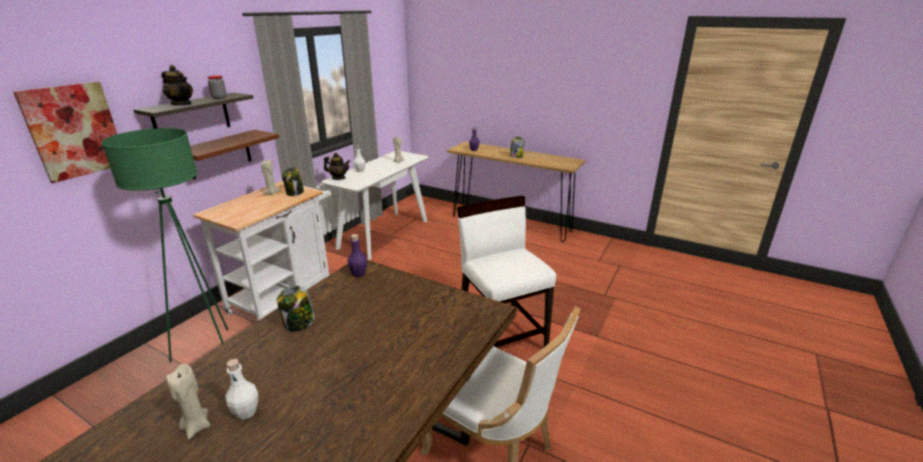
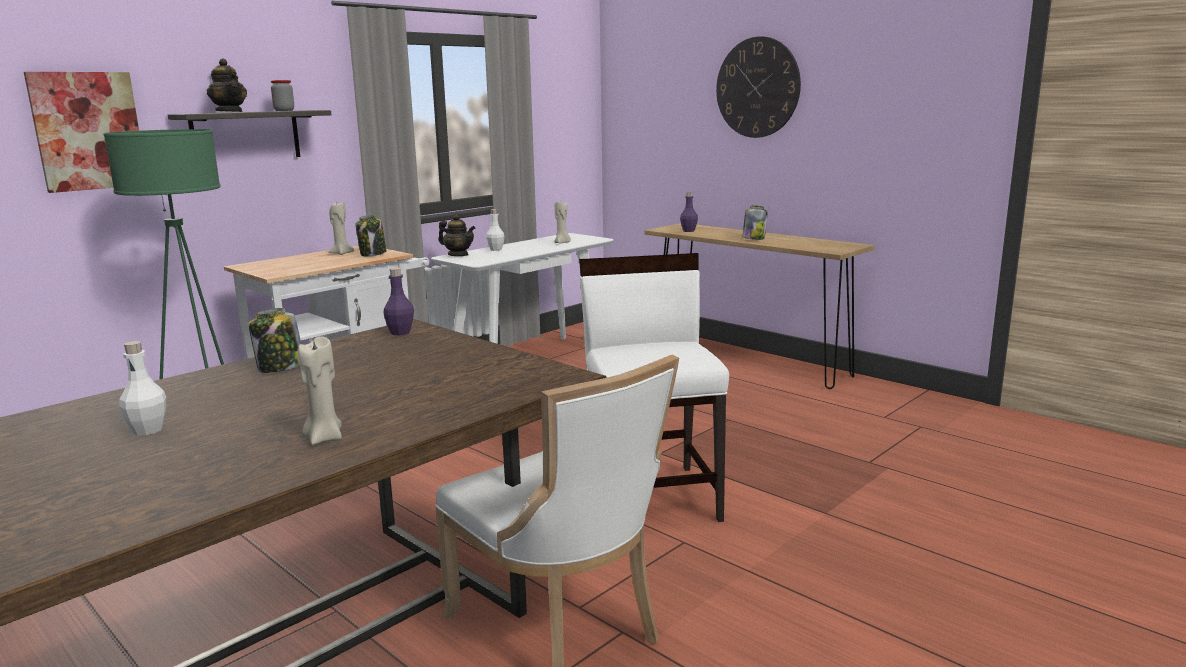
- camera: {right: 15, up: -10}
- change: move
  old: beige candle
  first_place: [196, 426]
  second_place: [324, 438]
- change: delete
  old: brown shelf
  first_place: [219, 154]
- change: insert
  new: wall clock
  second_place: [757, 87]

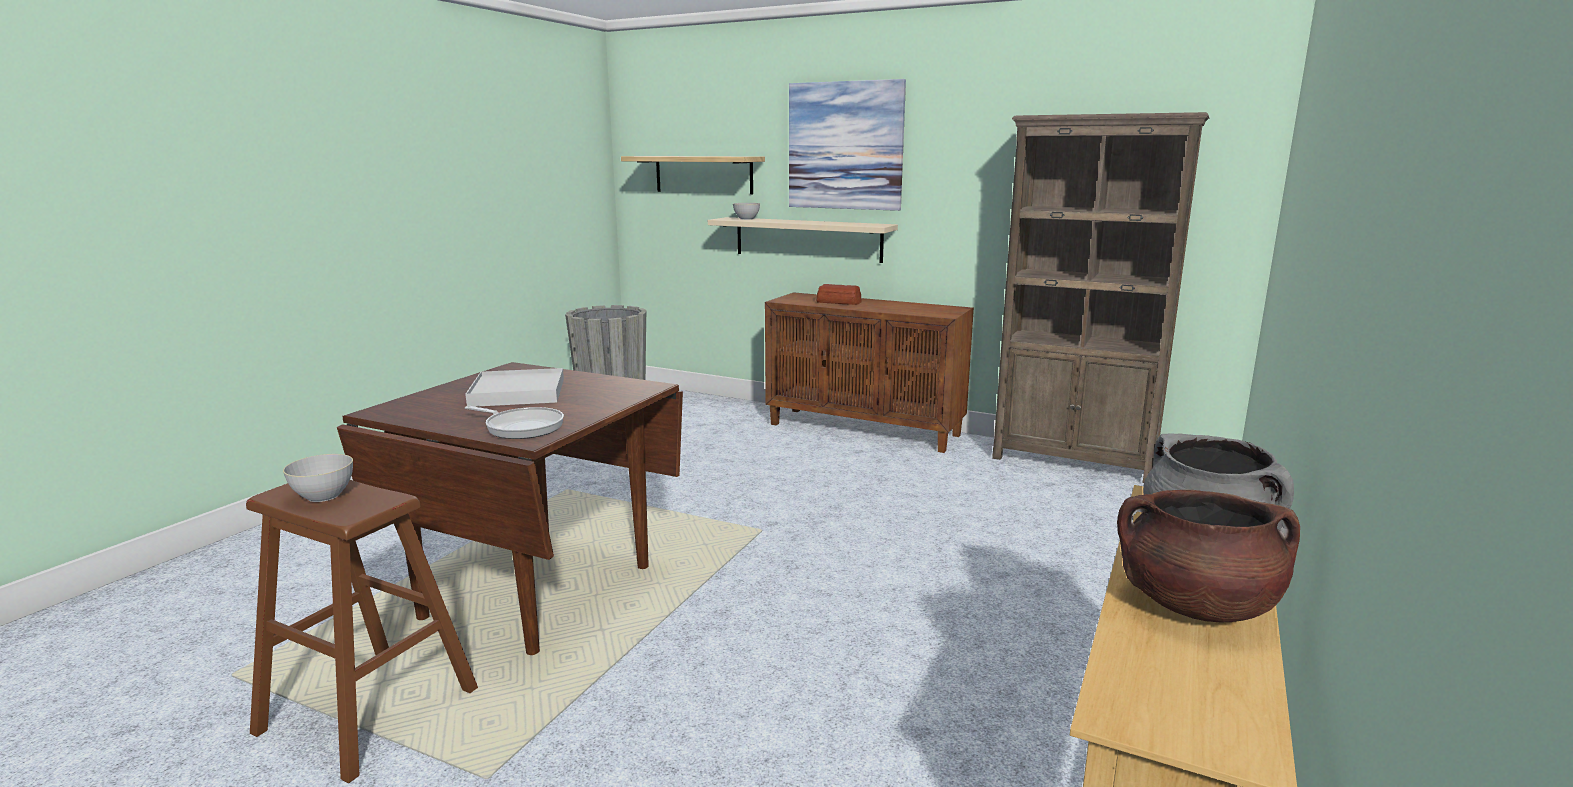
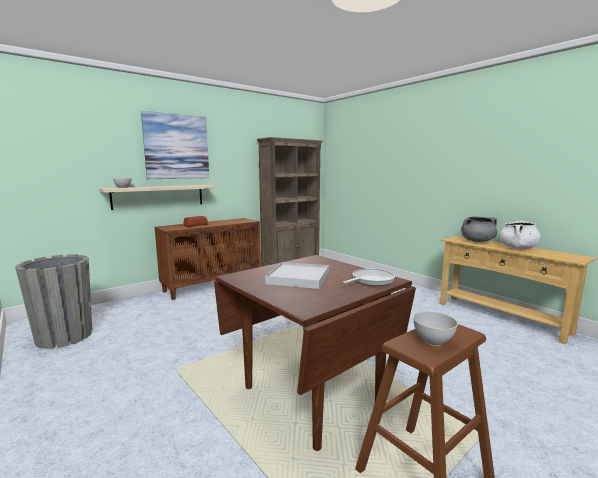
- camera: {right: -65, up: -5}
- change: delete
  old: shelf
  first_place: [703, 174]
- change: recolor
  old: brown cooking pot
  new: white cooking pot
  first_place: [1195, 605]
  second_place: [517, 248]

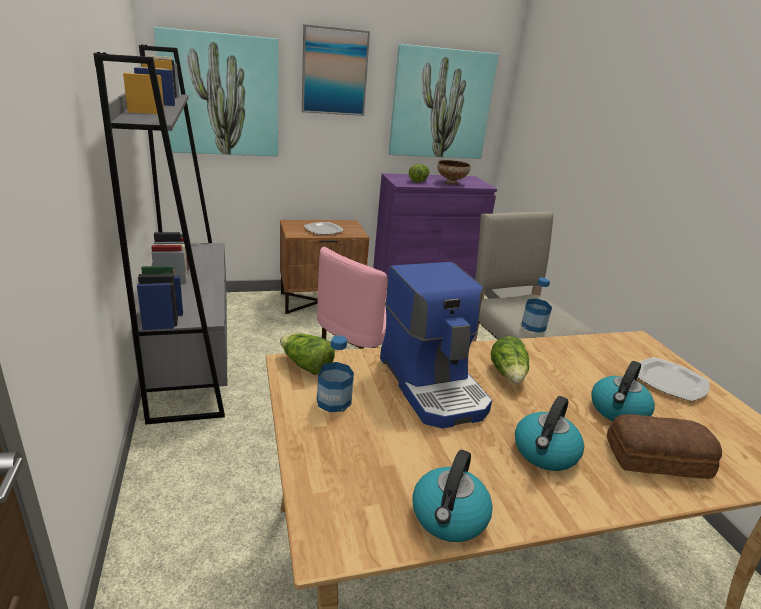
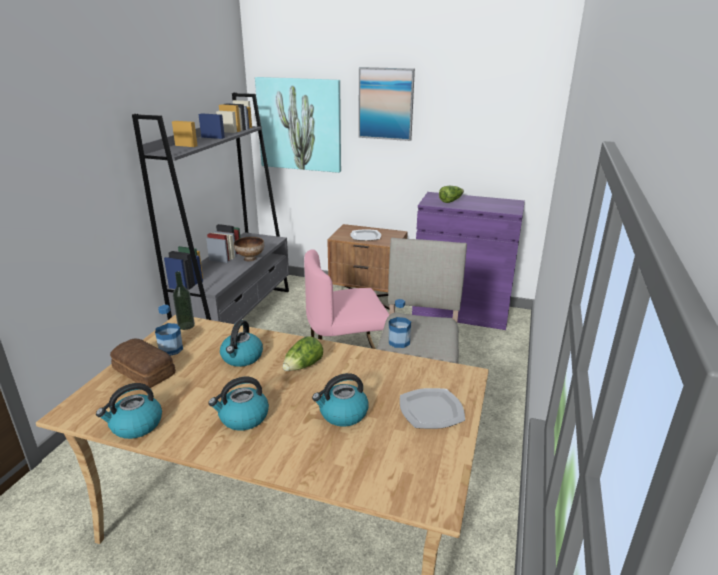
- camera: {right: 35, up: 0}
- change: replace
  old: lettuce
  new: bottle
  first_place: [306, 366]
  second_place: [186, 325]
- change: replace
  old: coffee machine
  new: kettle
  first_place: [434, 385]
  second_place: [242, 358]
- change: delete
  old: picture
  first_place: [441, 104]
- change: move
  old: bowl
  first_place: [451, 183]
  second_place: [250, 258]
- change: move
  old: bread
  first_place: [659, 459]
  second_place: [144, 372]

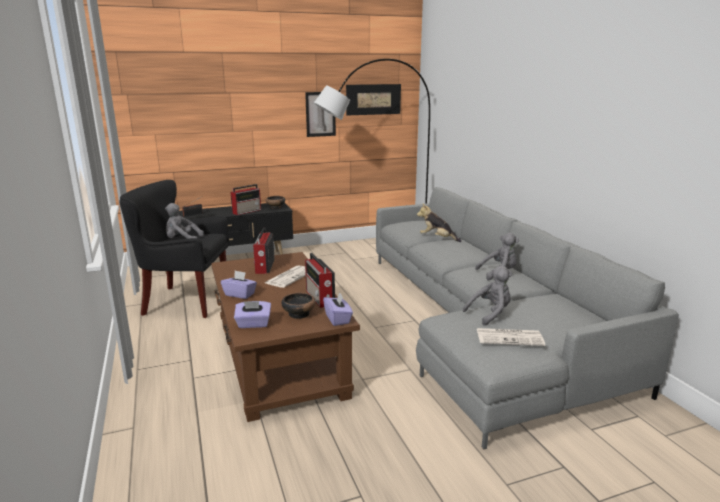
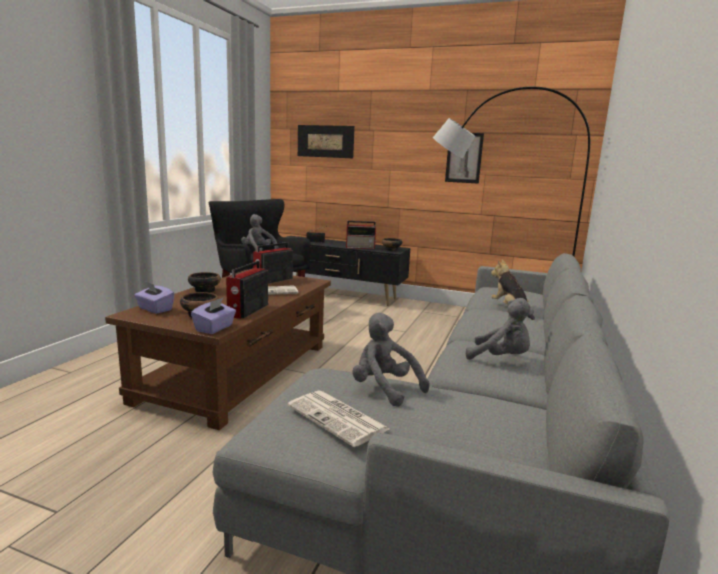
- camera: {right: 40, up: -5}
- change: replace
  old: purple tissue box
  new: bowl
  first_place: [240, 294]
  second_place: [204, 290]
- change: move
  old: picture
  first_place: [373, 99]
  second_place: [325, 141]
- change: rotate
  old: grey plush toy
  first_place: [490, 314]
  second_place: [384, 389]
  degrees: -150

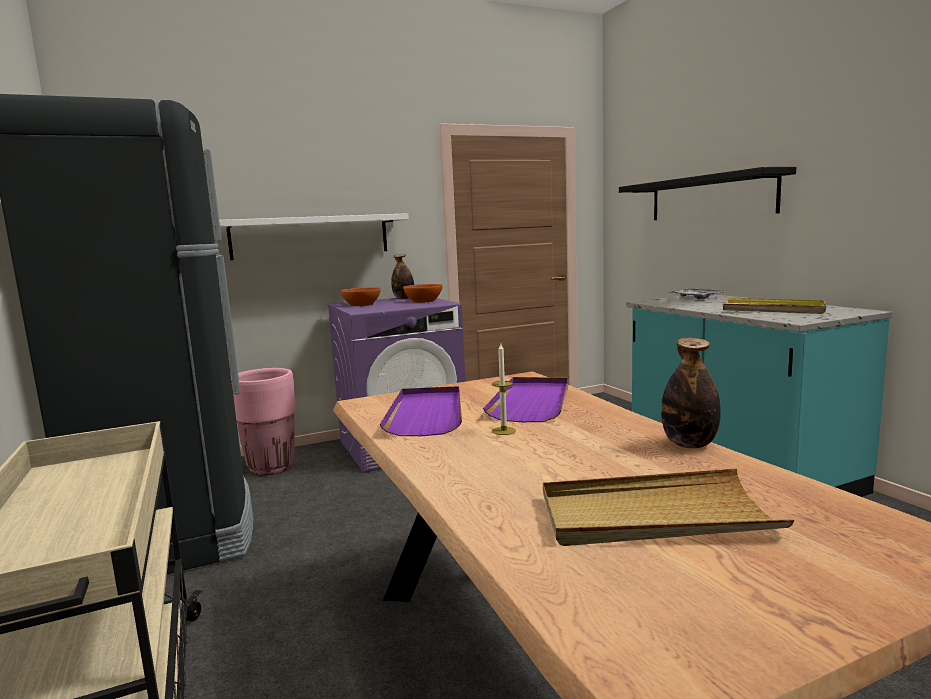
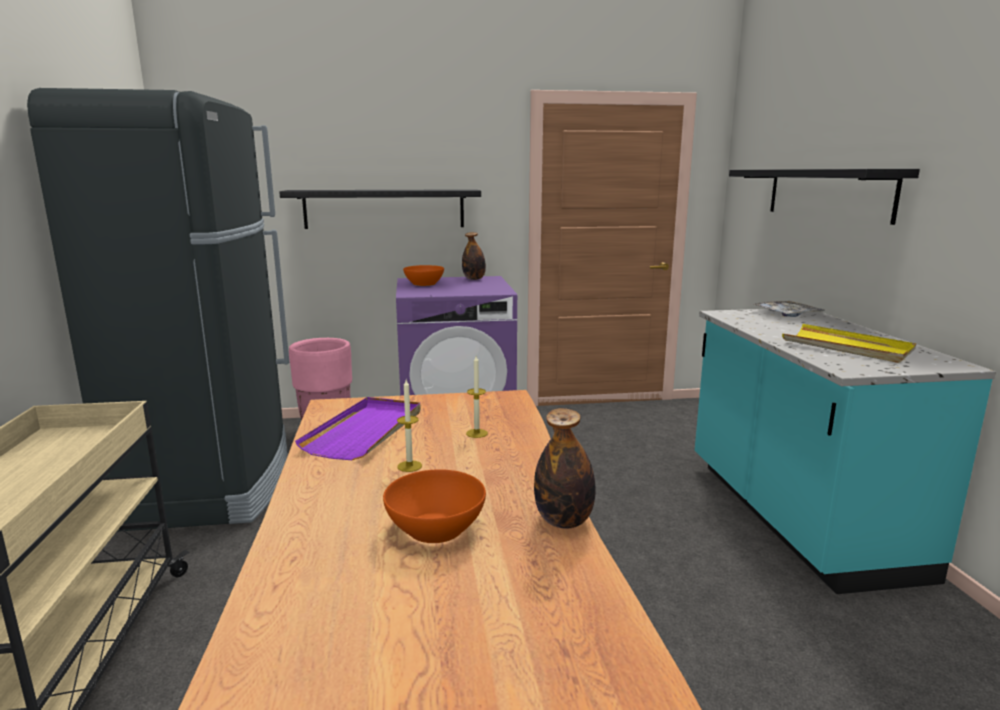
- camera: {right: 15, up: 5}
- change: recolor
  old: white shelf
  new: black shelf
  first_place: [310, 236]
  second_place: [384, 209]
- change: move
  old: orange bowl
  first_place: [423, 301]
  second_place: [436, 527]
- change: replace
  old: purple tray
  new: candle
  first_place: [532, 402]
  second_place: [476, 433]
- change: delete
  old: beige tray
  first_place: [654, 515]

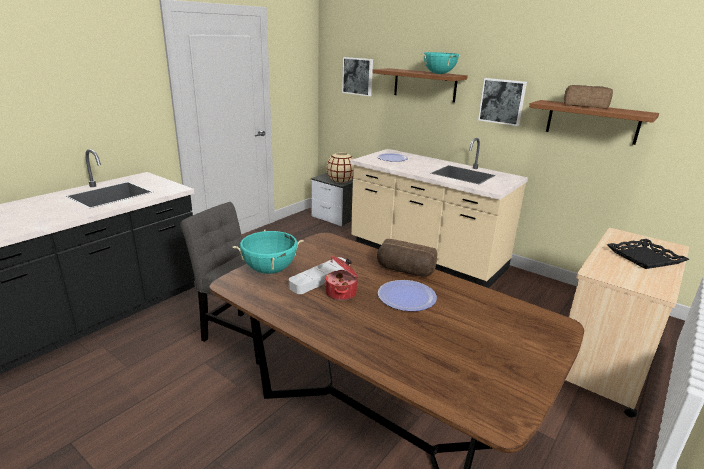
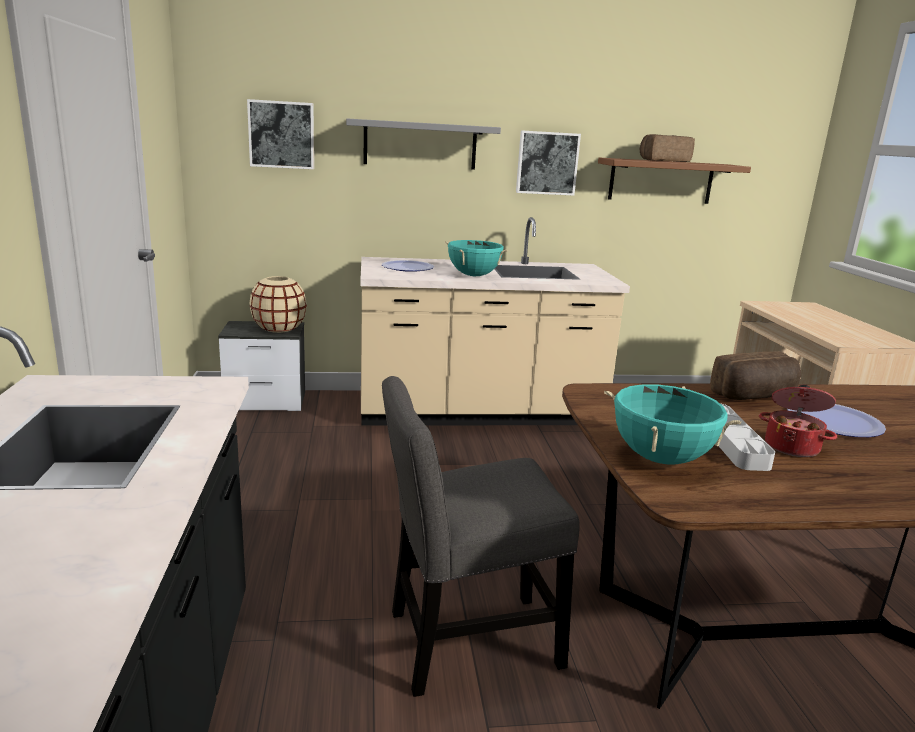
- camera: {right: -45, up: -5}
- change: recolor
  old: brown shelf
  new: grey shelf
  first_place: [424, 85]
  second_place: [420, 145]
- change: move
  old: turquoise cooking pot
  first_place: [439, 74]
  second_place: [473, 275]
- change: delete
  old: black tray
  first_place: [644, 257]

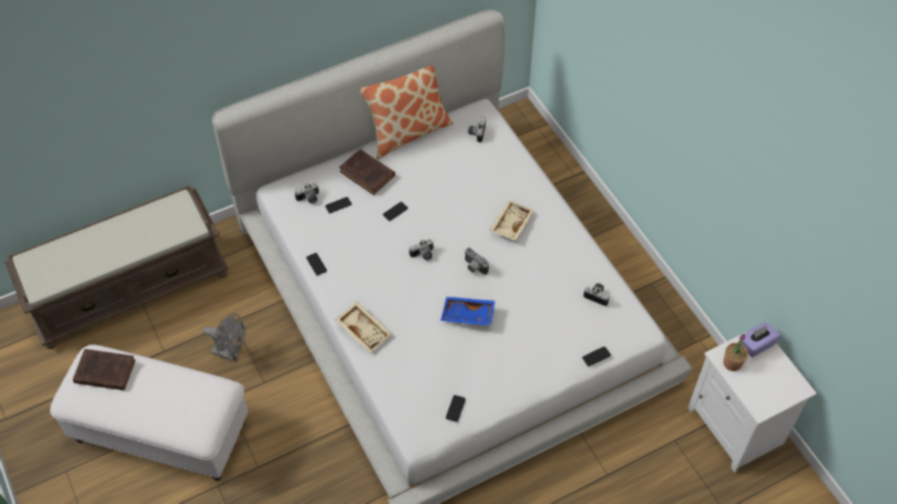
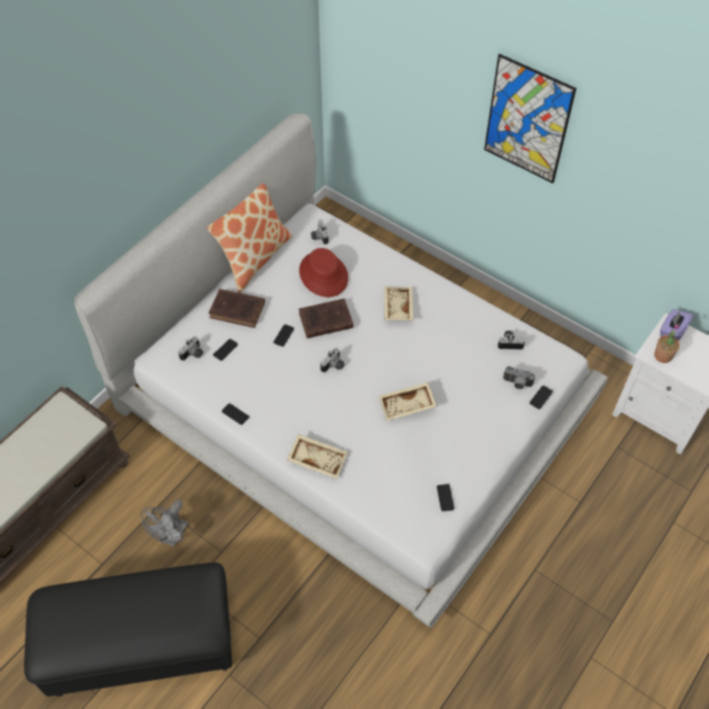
- camera: {right: -25, up: 0}
- change: recolor
  old: white ottoman
  new: black ottoman
  first_place: [160, 432]
  second_place: [141, 648]
- change: move
  old: brown book
  first_place: [103, 371]
  second_place: [324, 321]
- change: rotate
  old: grey fan
  first_place: [230, 352]
  second_place: [172, 537]
  degrees: 120
- change: recolor
  old: blue tray
  new: beige tray
  first_place: [467, 315]
  second_place: [407, 406]
- change: move
  old: photo camera
  first_place: [474, 267]
  second_place: [517, 384]
- change: insert
  new: red hat
  second_place: [324, 274]
- change: insert
  new: picture
  second_place: [527, 120]

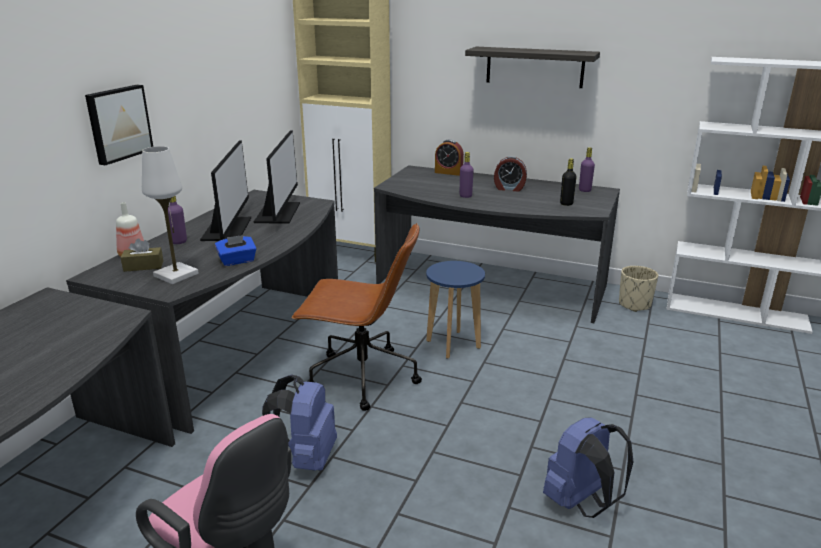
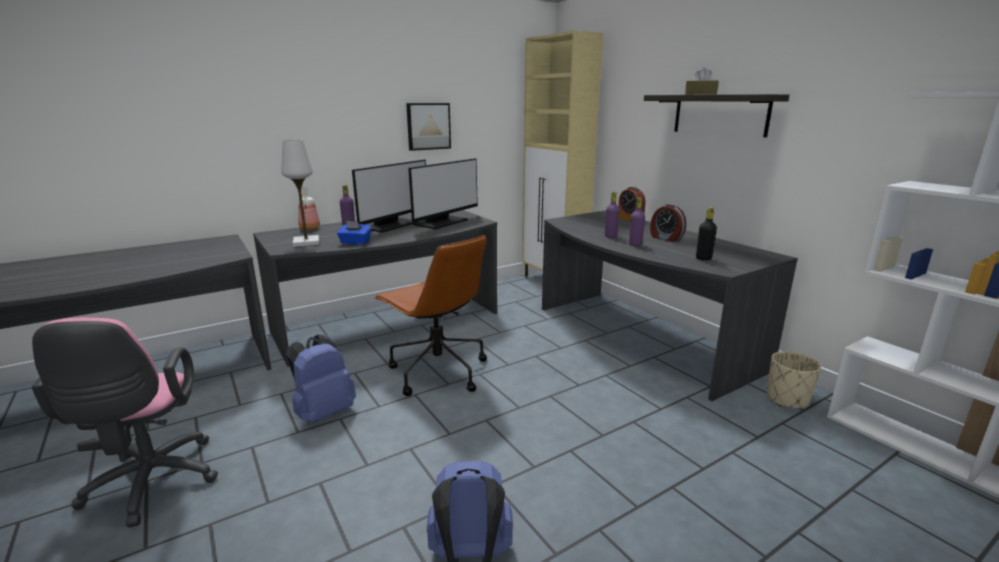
- camera: {right: 35, up: -5}
- change: move
  old: picture
  first_place: [118, 123]
  second_place: [428, 126]
- change: move
  old: brown tissue box
  first_place: [143, 266]
  second_place: [700, 94]
- change: delete
  old: blue stool
  first_place: [453, 344]
- change: move
  old: purple bottle
  first_place: [584, 190]
  second_place: [635, 244]

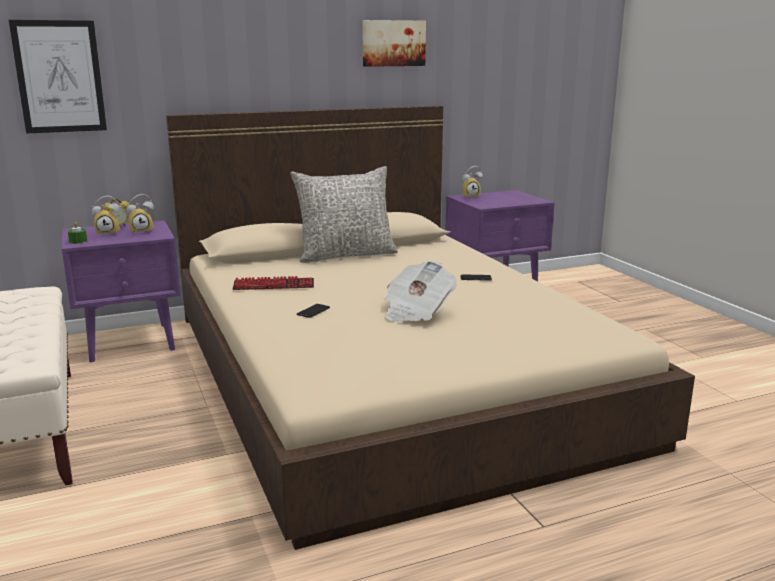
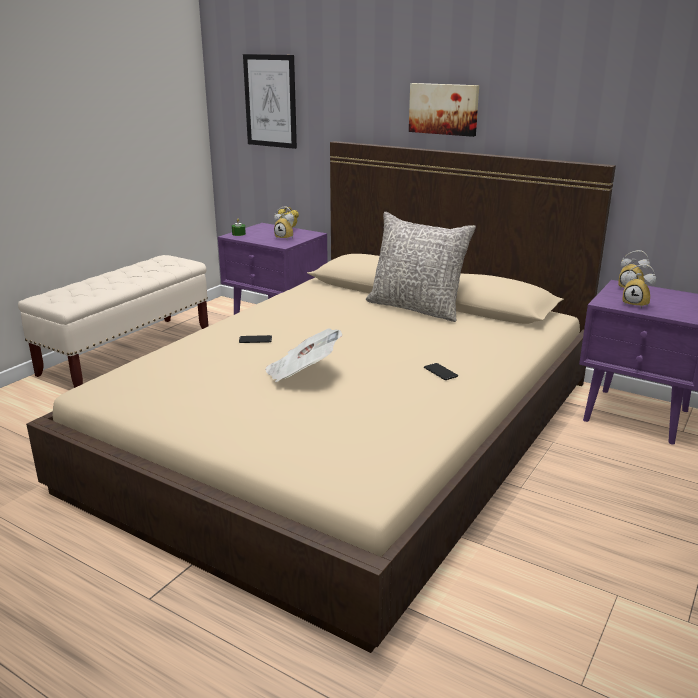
- camera: {right: 55, up: 5}
- change: move
  old: alarm clock
  first_place: [109, 233]
  second_place: [637, 304]
- change: delete
  old: keyboard
  first_place: [273, 285]
- change: move
  old: picture
  first_place: [393, 43]
  second_place: [444, 109]

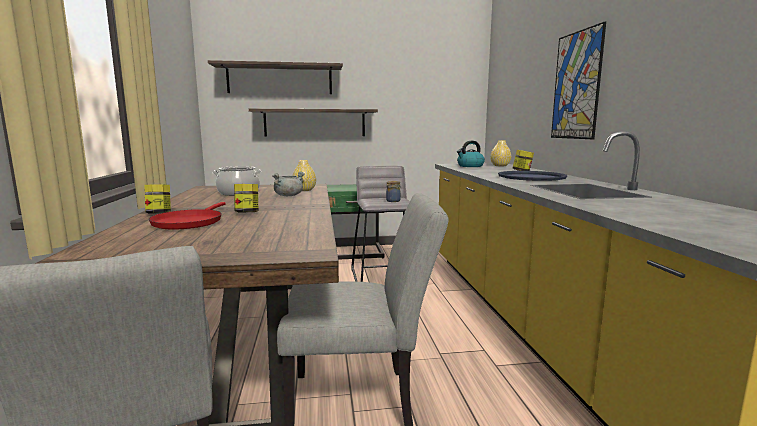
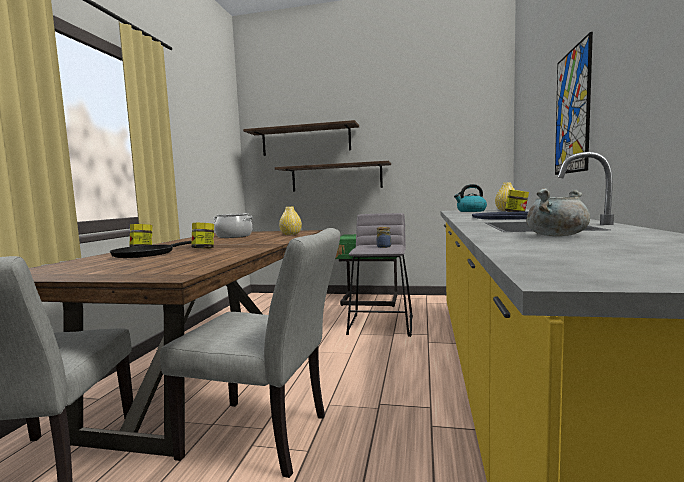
- camera: {right: 20, up: -5}
- change: recolor
  old: red frying pan
  new: black frying pan
  first_place: [189, 222]
  second_place: [147, 254]
- change: move
  old: grey cooking pot
  first_place: [288, 195]
  second_place: [556, 235]

